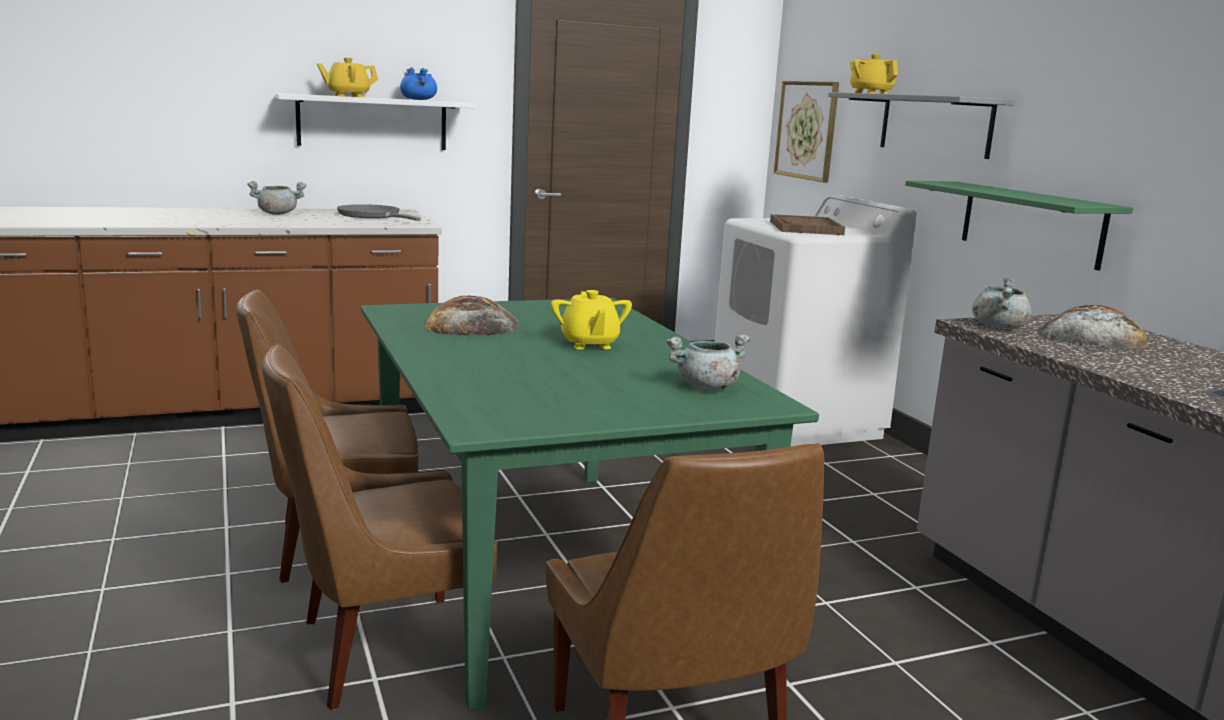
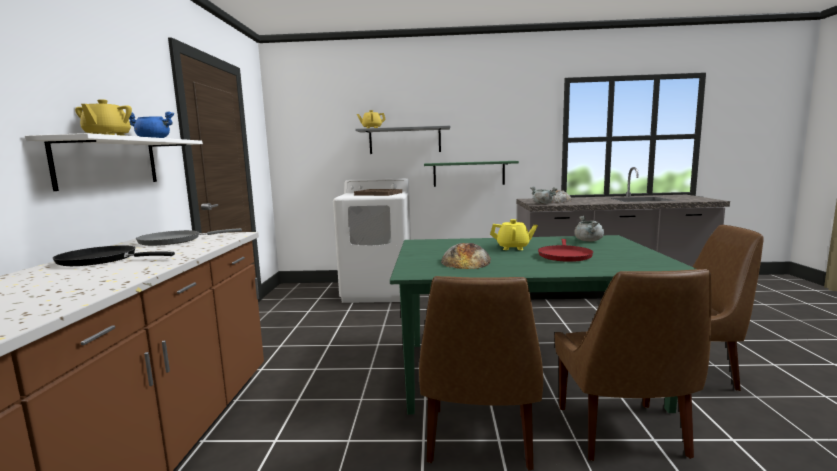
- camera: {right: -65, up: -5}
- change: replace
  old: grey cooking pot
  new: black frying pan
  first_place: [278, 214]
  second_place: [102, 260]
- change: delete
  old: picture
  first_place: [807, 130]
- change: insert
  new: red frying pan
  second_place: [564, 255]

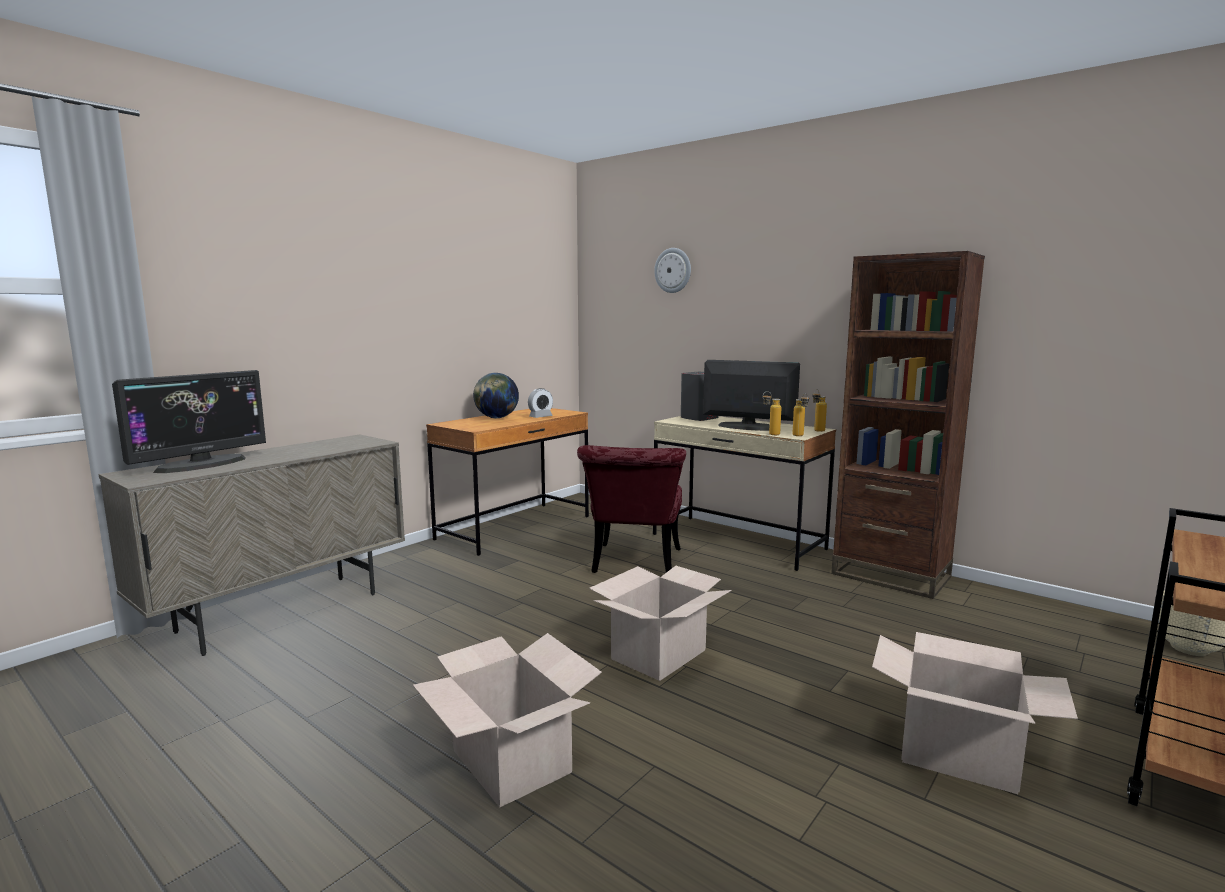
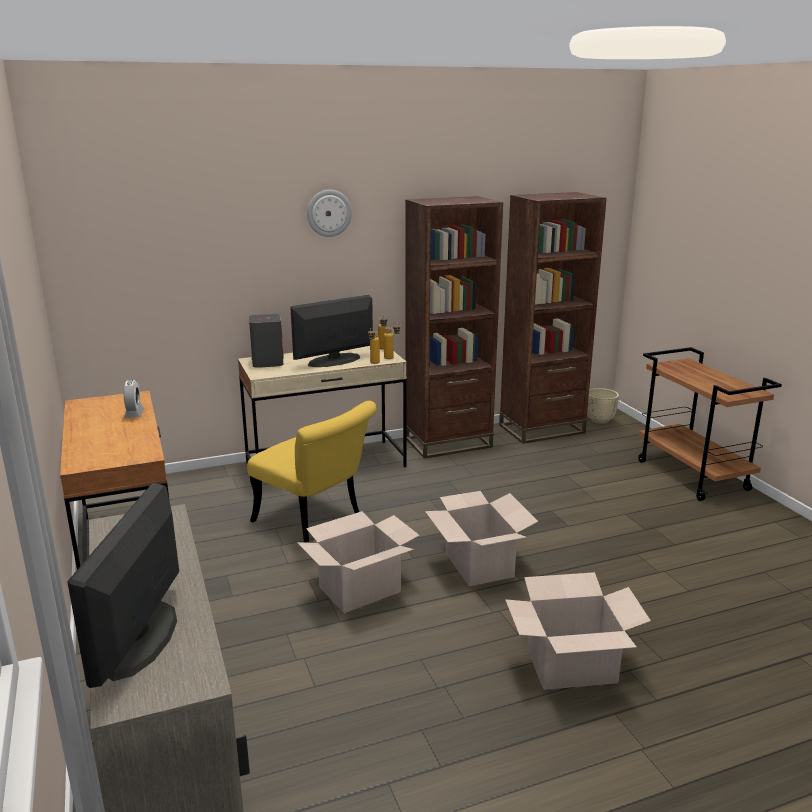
- camera: {right: -60, up: 10}
- change: rotate
  old: monitor
  first_place: [201, 464]
  second_place: [140, 638]
  degrees: -150
- change: delete
  old: globe
  first_place: [496, 418]
- change: recolor
  old: red chair
  new: yellow chair
  first_place: [635, 565]
  second_place: [315, 522]
- change: move
  old: wall clock
  first_place: [673, 270]
  second_place: [329, 213]
- change: move
  old: cardboard box
  first_place: [957, 754]
  second_place: [360, 590]
- change: insert
  new: brown bookcase
  second_place: [542, 429]

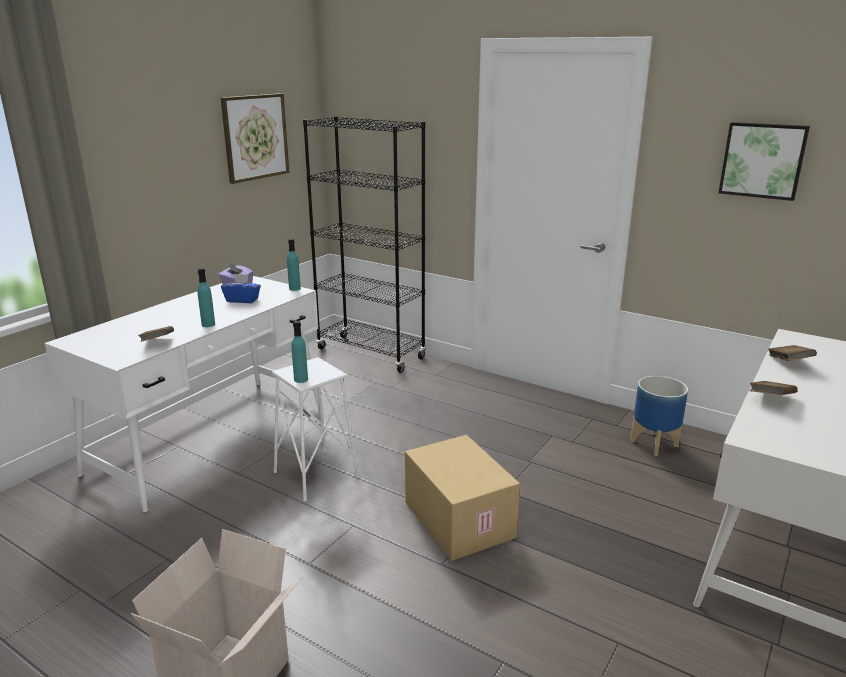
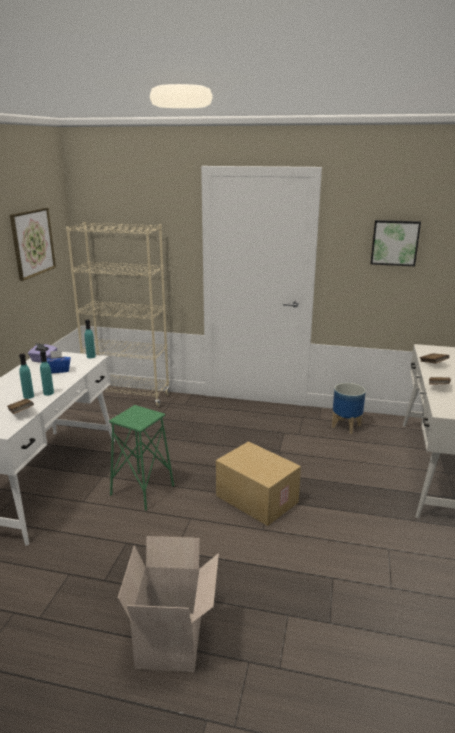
- camera: {right: -20, up: 0}
- change: recolor
  old: white stool
  new: green stool
  first_place: [315, 475]
  second_place: [142, 490]
- change: move
  old: turquoise bottle
  first_place: [301, 379]
  second_place: [28, 396]
- change: recolor
  old: black bookcase
  new: beige bookcase
  first_place: [371, 354]
  second_place: [128, 397]

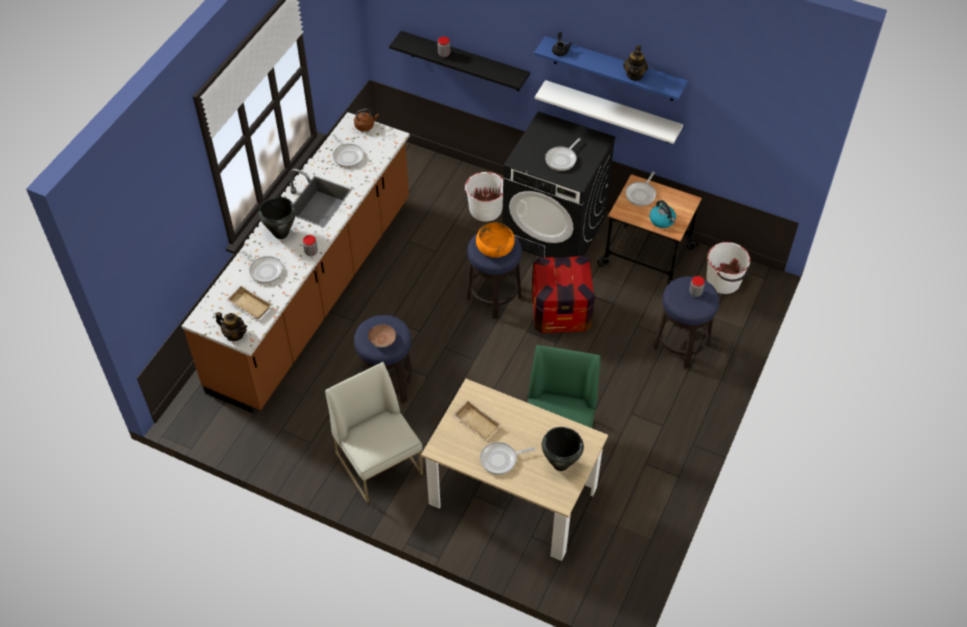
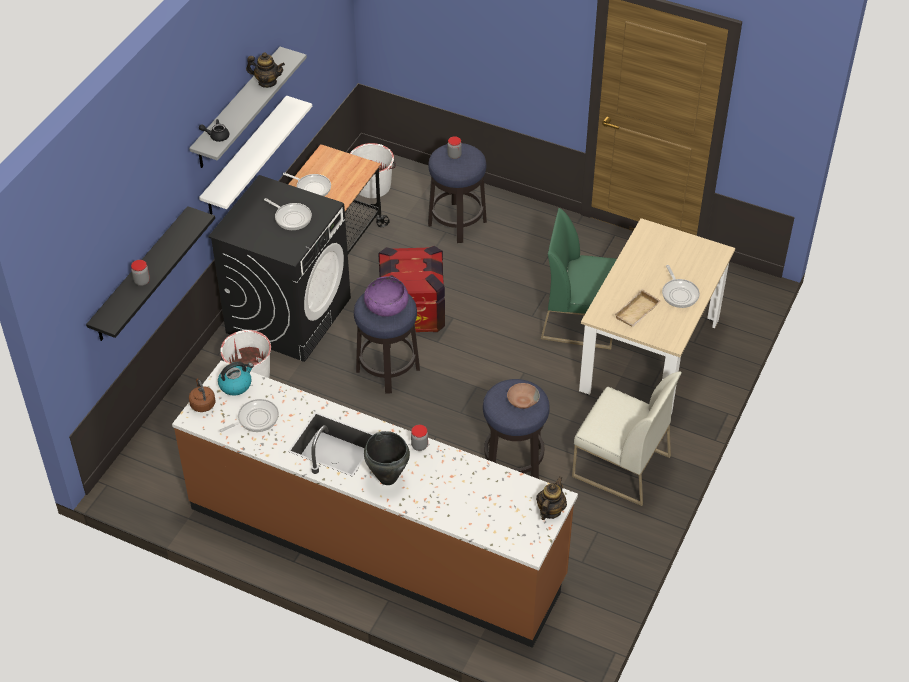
- camera: {right: -90, up: -5}
- change: delete
  old: beige tray
  first_place: [248, 305]
- change: delete
  old: frying pan
  first_place: [265, 270]
- change: rotate
  old: white chair
  first_place: [379, 463]
  second_place: [620, 466]
  degrees: -120
- change: recolor
  old: orange bowl
  new: purple bowl
  first_place: [495, 246]
  second_place: [386, 305]
- change: recolor
  old: blue shelf
  new: grey shelf
  first_place: [614, 69]
  second_place: [237, 109]
- change: delete
  old: black cooking pot
  first_place: [560, 463]
- change: move
  old: kettle
  first_place: [662, 220]
  second_place: [236, 385]

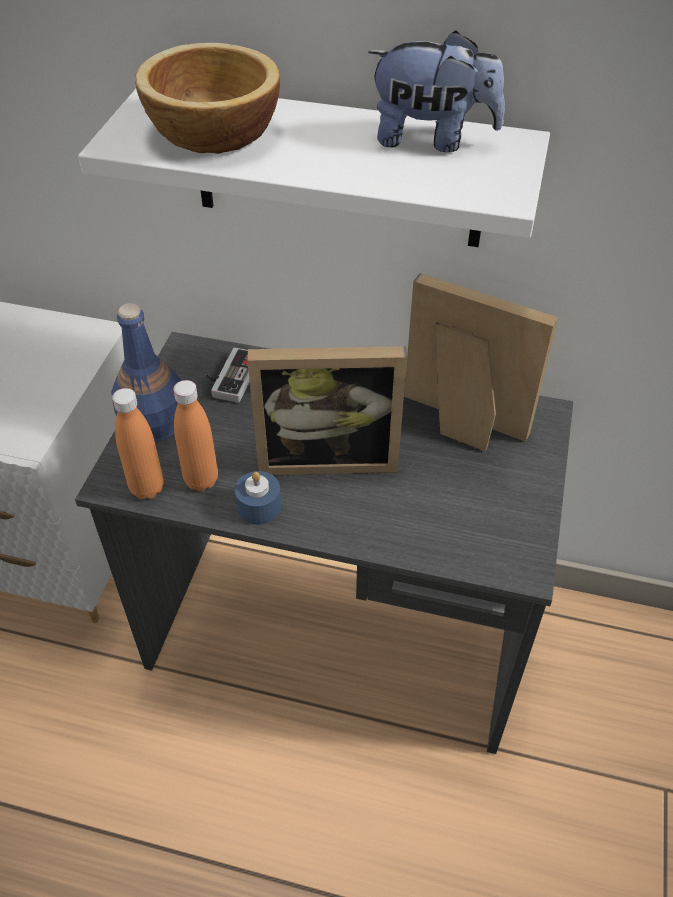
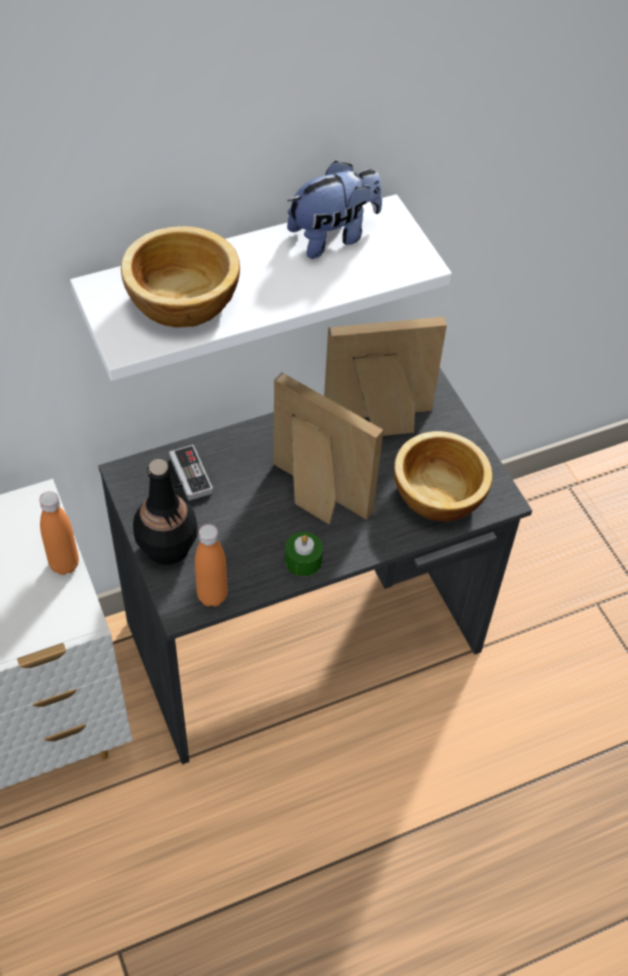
- camera: {right: -40, up: 5}
- change: recolor
  old: blue bottle
  new: black bottle
  first_place: [154, 425]
  second_place: [167, 547]
- change: move
  old: orange bottle
  first_place: [201, 480]
  second_place: [64, 564]
- change: recolor
  old: blue candle
  new: green candle
  first_place: [259, 506]
  second_place: [303, 560]
- change: rotate
  old: picture frame
  first_place: [328, 456]
  second_place: [314, 496]
  degrees: -105
- change: insert
  new: bowl
  second_place: [436, 494]

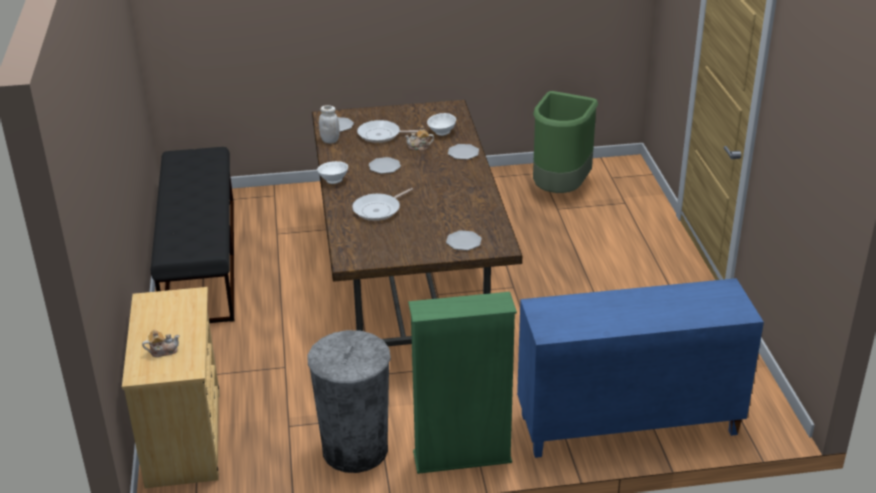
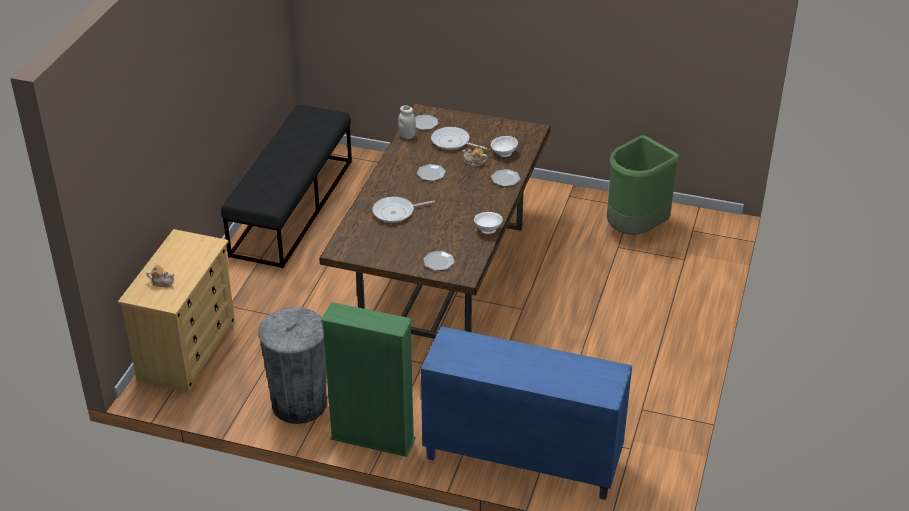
- camera: {right: 25, up: 5}
- change: move
  old: white bowl
  first_place: [333, 180]
  second_place: [488, 229]

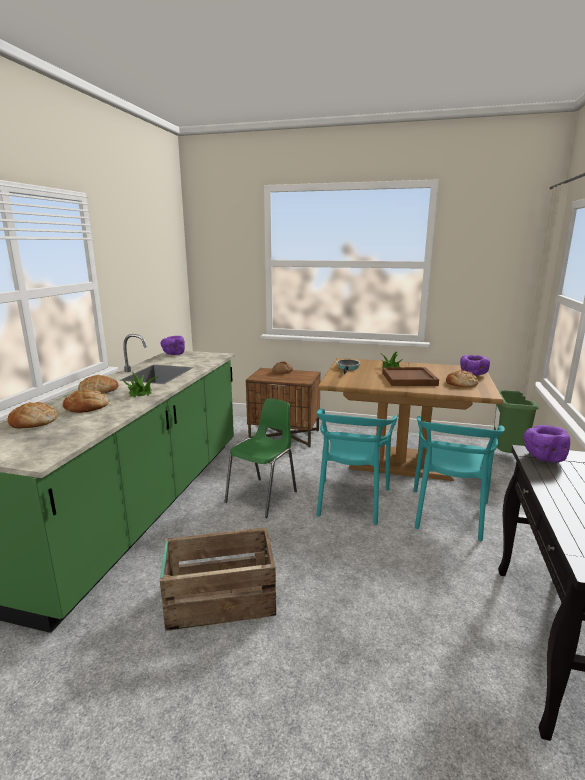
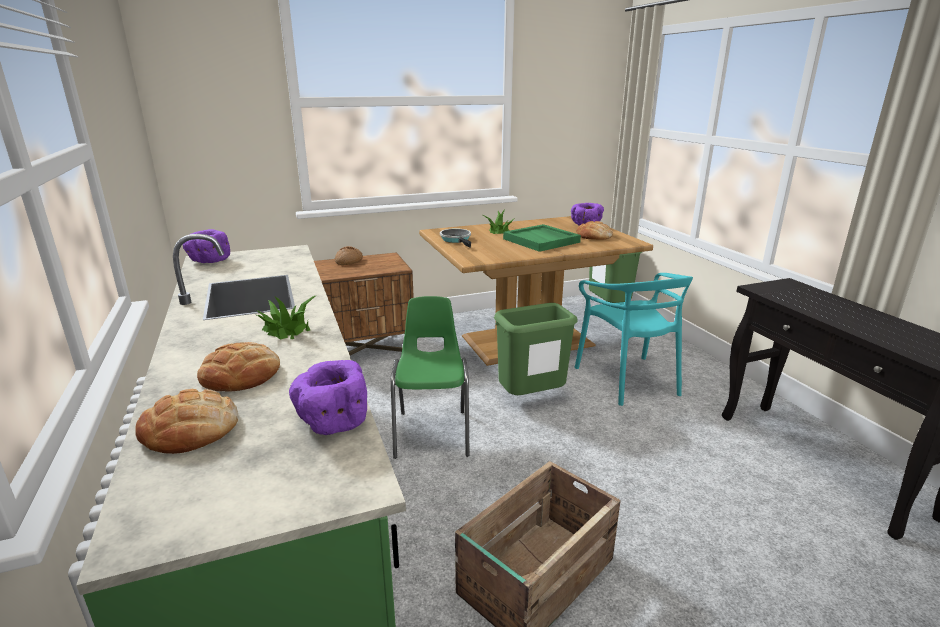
- camera: {right: -35, up: 5}
- change: delete
  old: bread
  first_place: [98, 390]
- change: replace
  old: turquoise chair
  new: green trash can
  first_place: [351, 500]
  second_place: [531, 400]
- change: recolor
  old: brown tray
  new: green tray
  first_place: [409, 379]
  second_place: [542, 240]
- change: move
  old: purple bowl
  first_place: [542, 457]
  second_place: [332, 421]

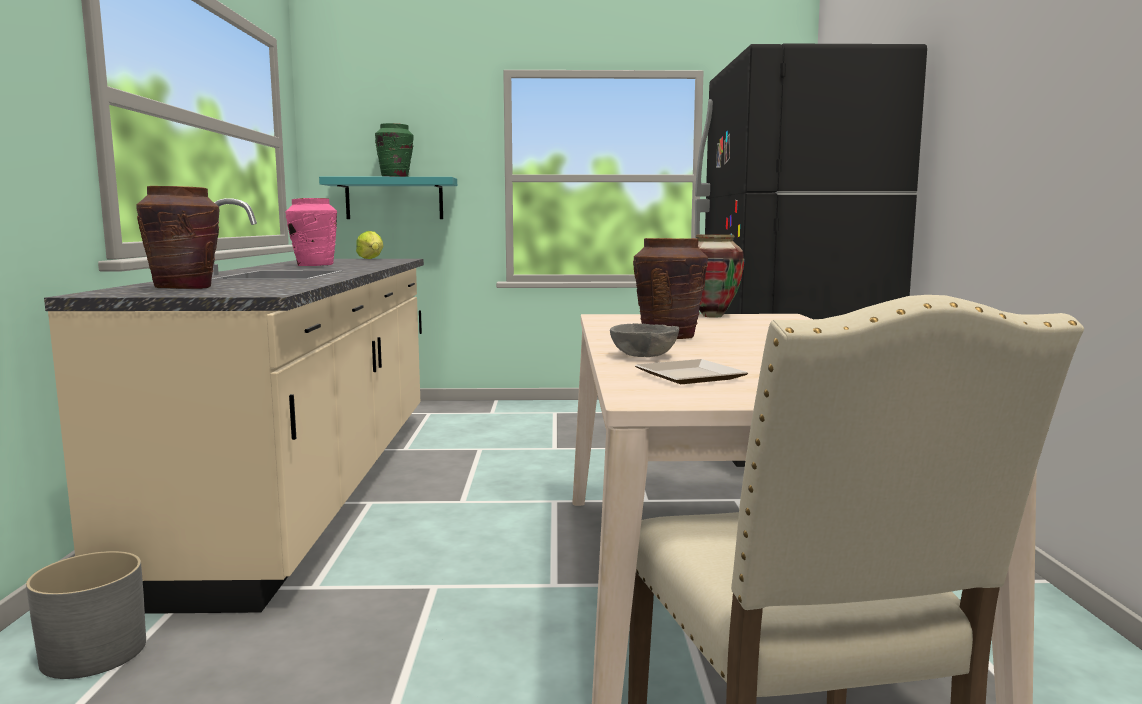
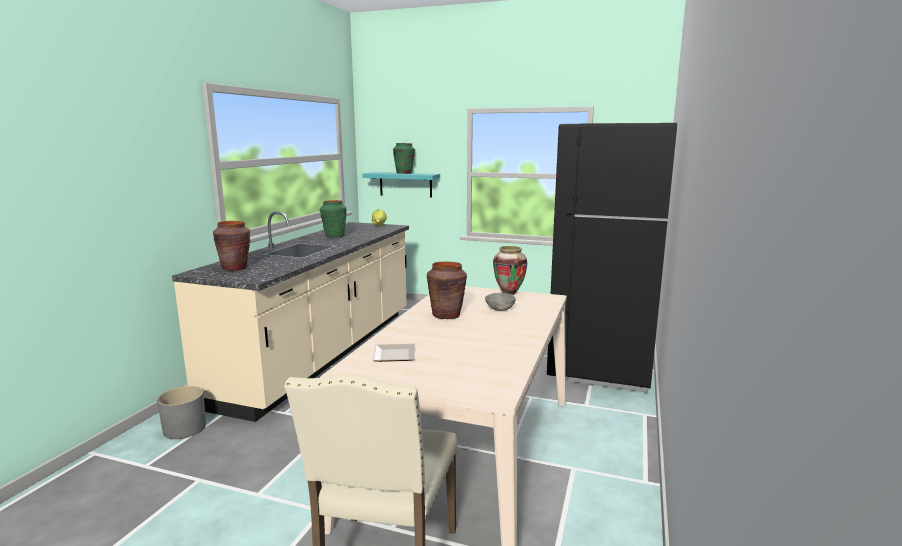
- camera: {right: 20, up: 5}
- change: recolor
  old: pink vase
  new: green vase
  first_place: [314, 266]
  second_place: [334, 236]
- change: move
  old: grey bowl
  first_place: [644, 356]
  second_place: [500, 309]

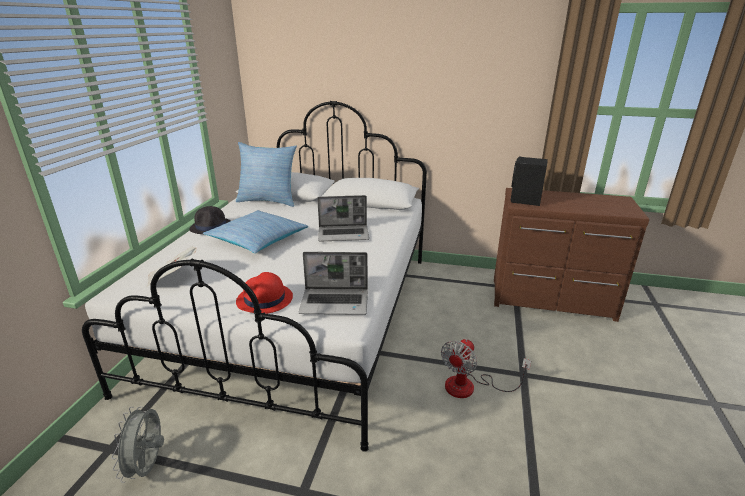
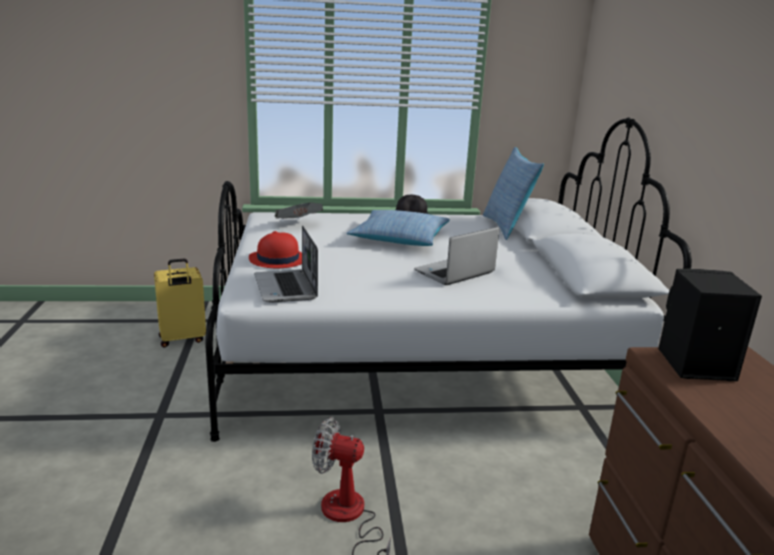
- camera: {right: 70, up: -5}
- change: replace
  old: grey fan
  new: yellow suitcase
  first_place: [149, 466]
  second_place: [182, 339]
- change: rotate
  old: laptop
  first_place: [344, 234]
  second_place: [454, 273]
  degrees: 75

